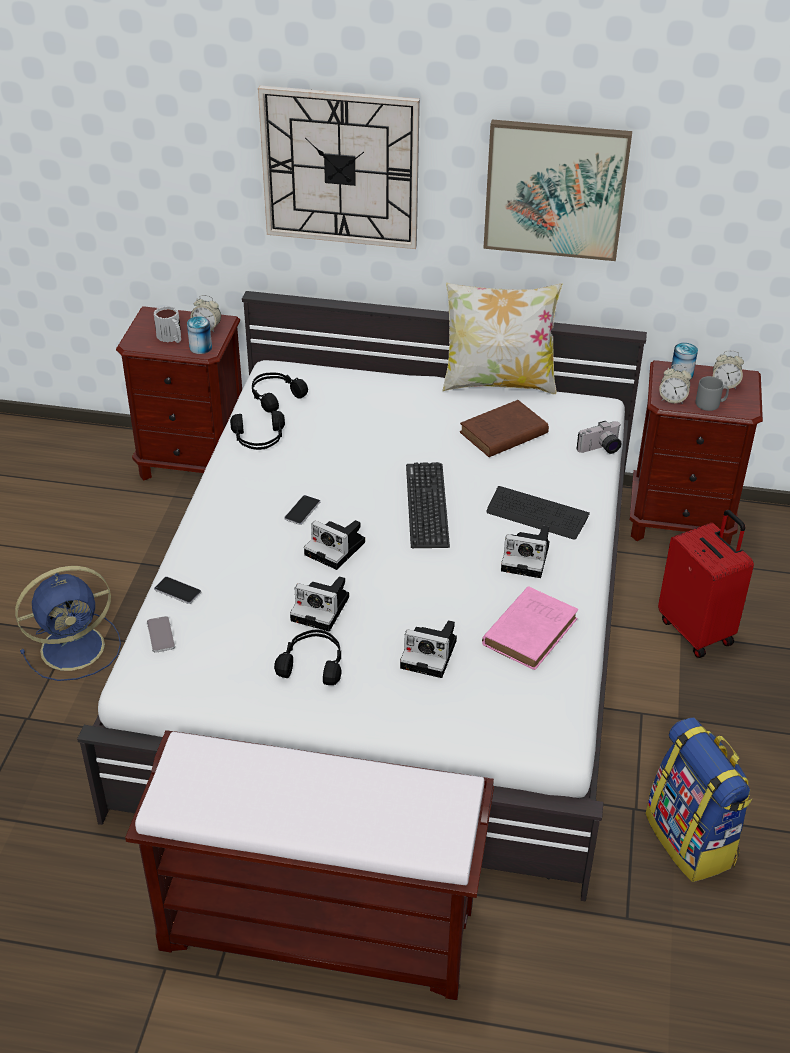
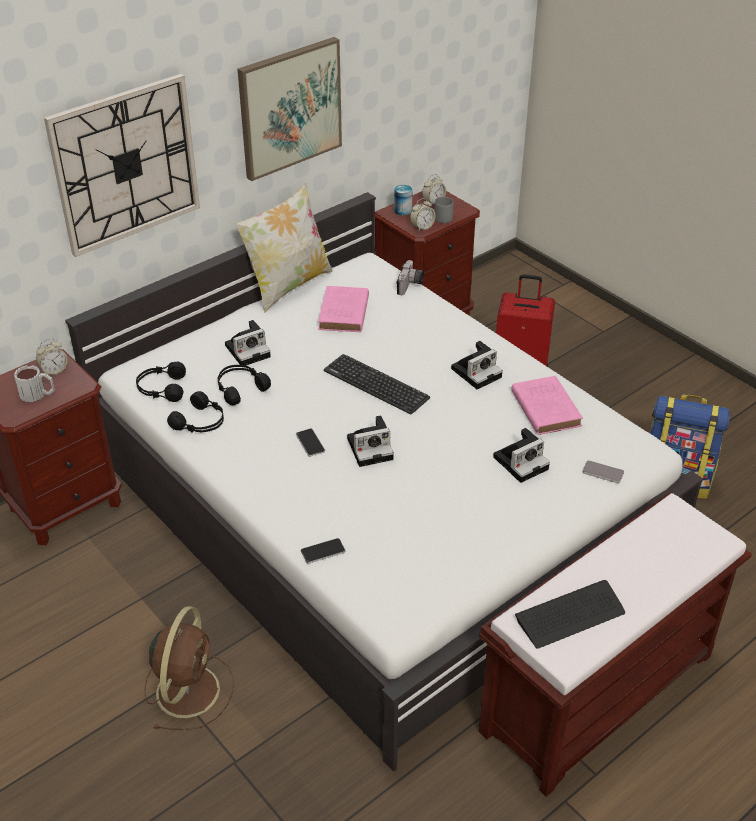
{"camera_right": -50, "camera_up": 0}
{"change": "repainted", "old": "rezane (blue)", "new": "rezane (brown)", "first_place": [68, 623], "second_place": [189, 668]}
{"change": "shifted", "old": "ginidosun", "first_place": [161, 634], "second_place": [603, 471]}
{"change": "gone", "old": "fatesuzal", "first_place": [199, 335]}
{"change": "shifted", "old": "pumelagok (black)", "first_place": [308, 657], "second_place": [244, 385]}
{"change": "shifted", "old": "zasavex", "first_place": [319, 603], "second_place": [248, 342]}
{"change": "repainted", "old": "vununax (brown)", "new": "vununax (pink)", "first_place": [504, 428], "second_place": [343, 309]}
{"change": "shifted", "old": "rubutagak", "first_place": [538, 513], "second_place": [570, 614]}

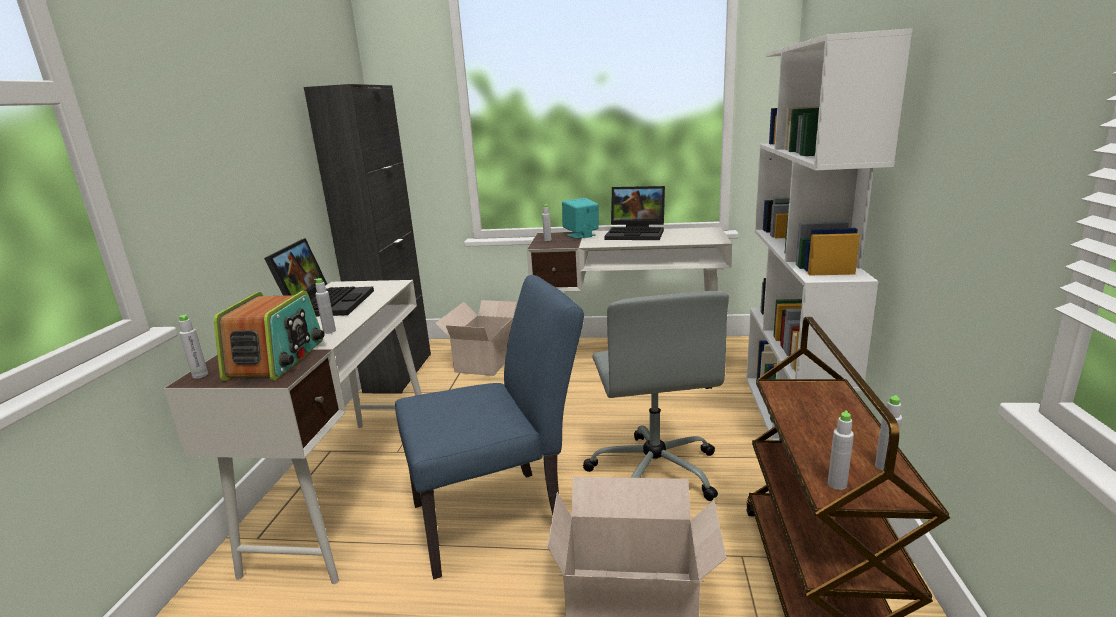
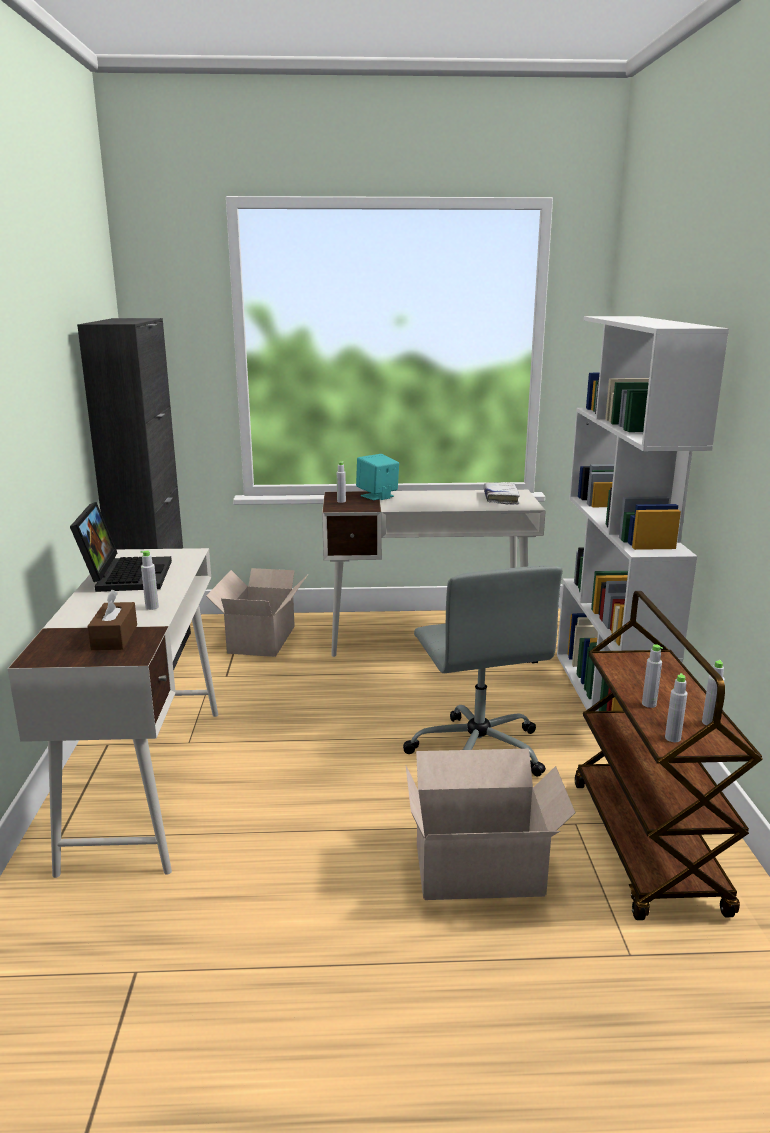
{"camera_right": -10, "camera_up": 0}
{"change": "shifted", "old": "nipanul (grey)", "first_place": [193, 347], "second_place": [652, 676]}
{"change": "swapped", "old": "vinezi", "new": "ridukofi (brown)", "first_place": [269, 336], "second_place": [112, 620]}
{"change": "gone", "old": "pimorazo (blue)", "first_place": [489, 427]}
{"change": "gone", "old": "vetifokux", "first_place": [634, 213]}
{"change": "new", "new": "vununax (white)", "second_place": [502, 493]}

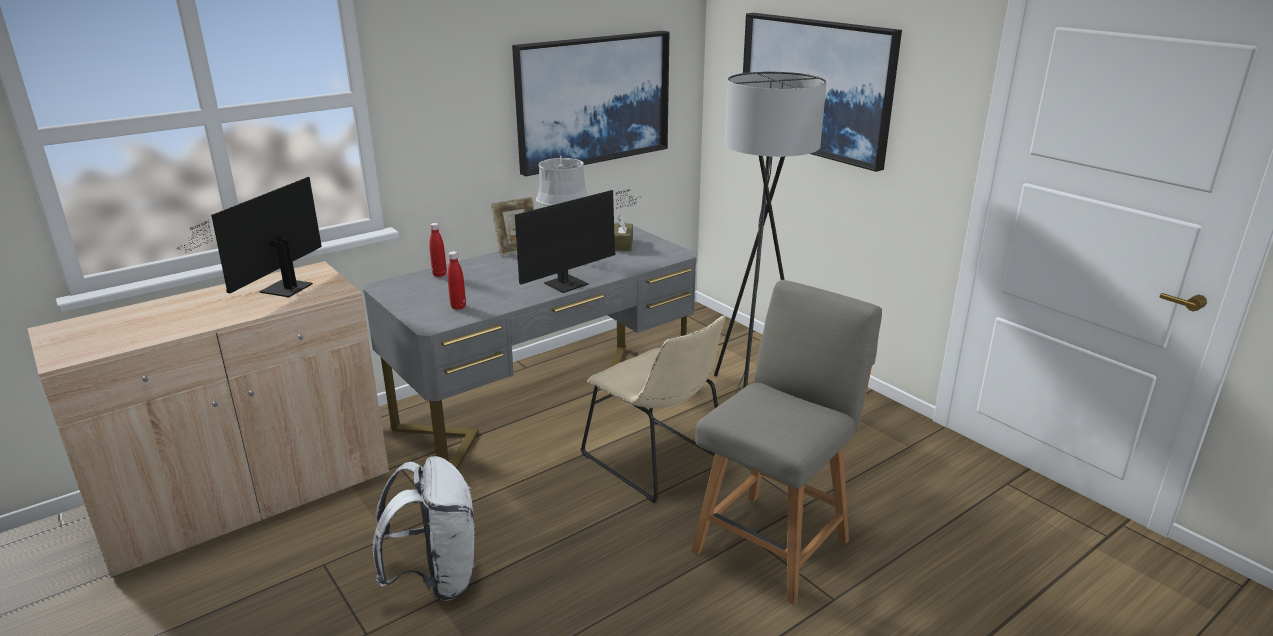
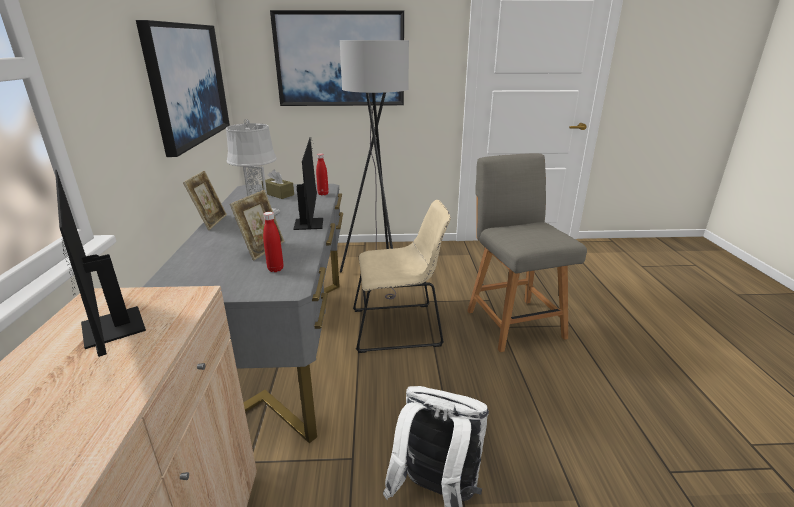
{"camera_right": -55, "camera_up": 0}
{"change": "shifted", "old": "nipanul (red)", "first_place": [438, 250], "second_place": [322, 174]}
{"change": "new", "new": "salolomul", "second_place": [257, 225]}

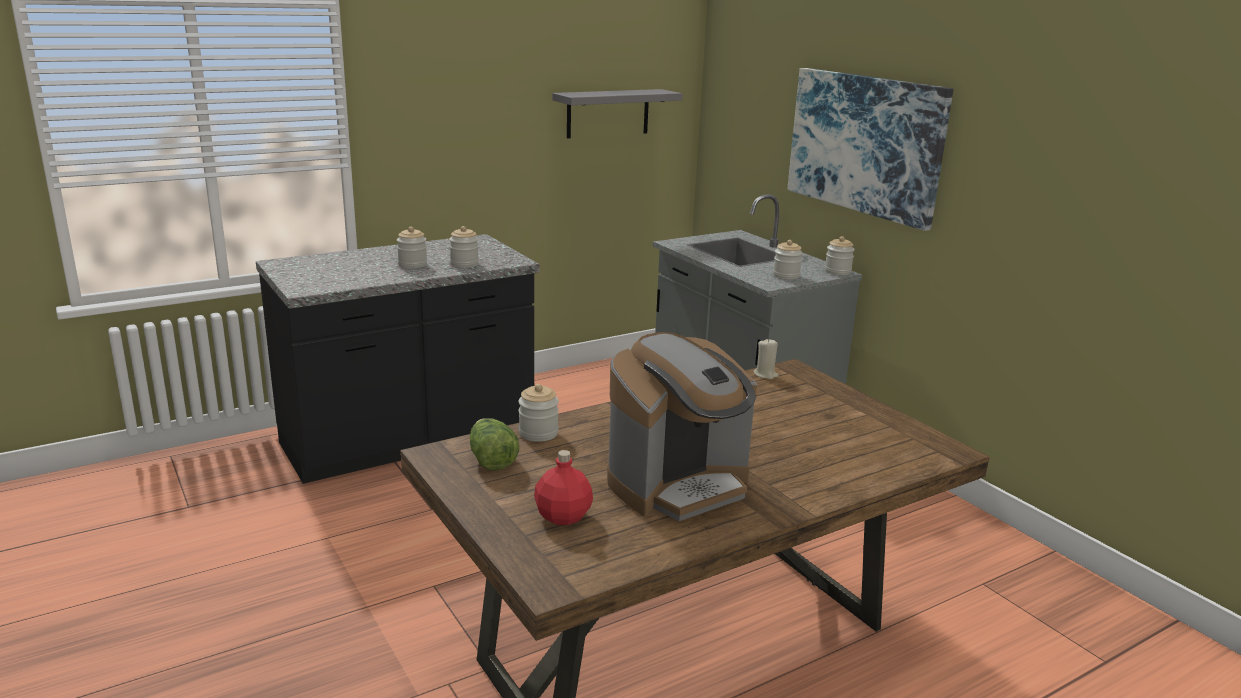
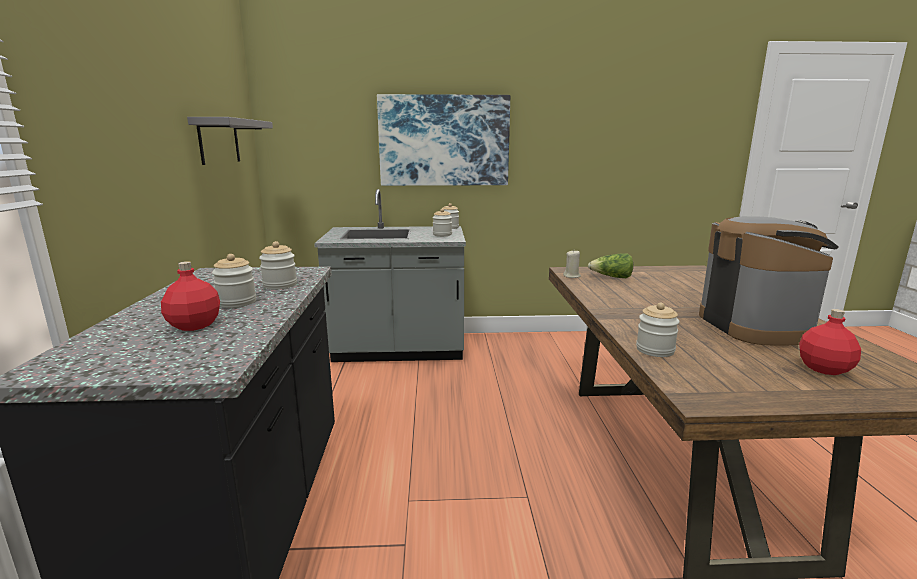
{"camera_right": -60, "camera_up": -5}
{"change": "shifted", "old": "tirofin", "first_place": [494, 444], "second_place": [610, 265]}
{"change": "new", "new": "nipanul (red)", "second_place": [190, 296]}

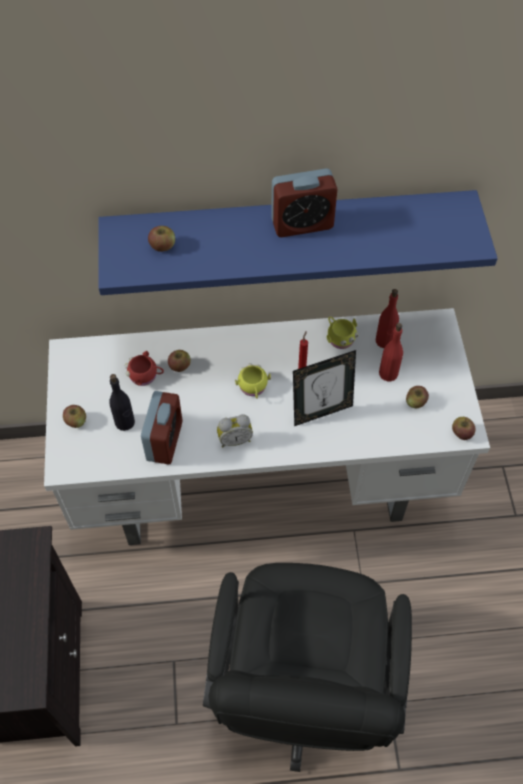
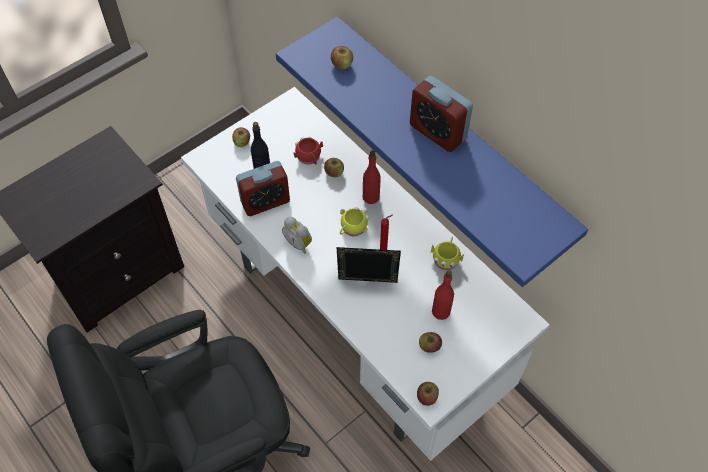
{"camera_right": 55, "camera_up": 0}
{"change": "rotated", "old": "salolomul", "first_place": [324, 388], "second_place": [368, 265], "degrees": 150}
{"change": "shifted", "old": "nipanul (red)", "first_place": [387, 318], "second_place": [372, 177]}

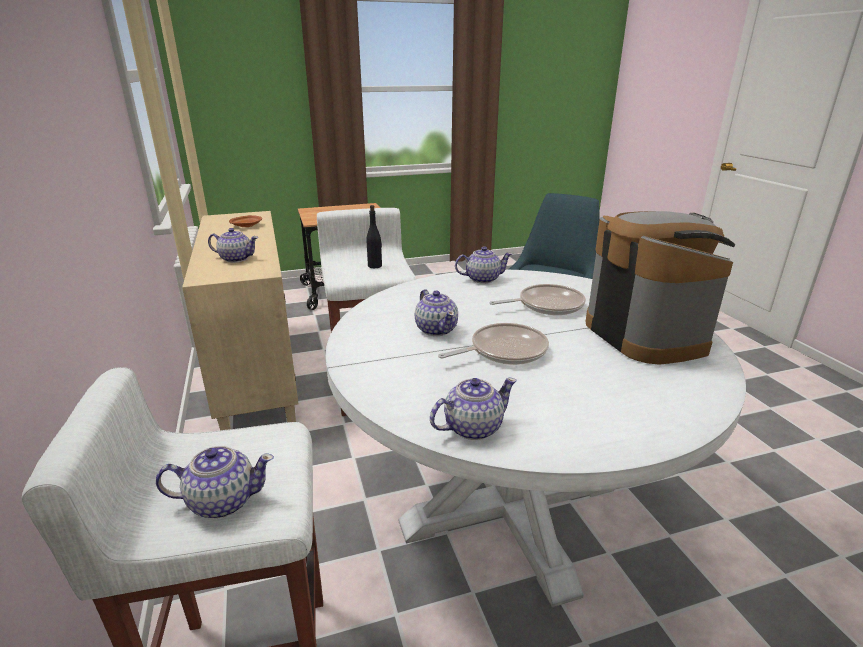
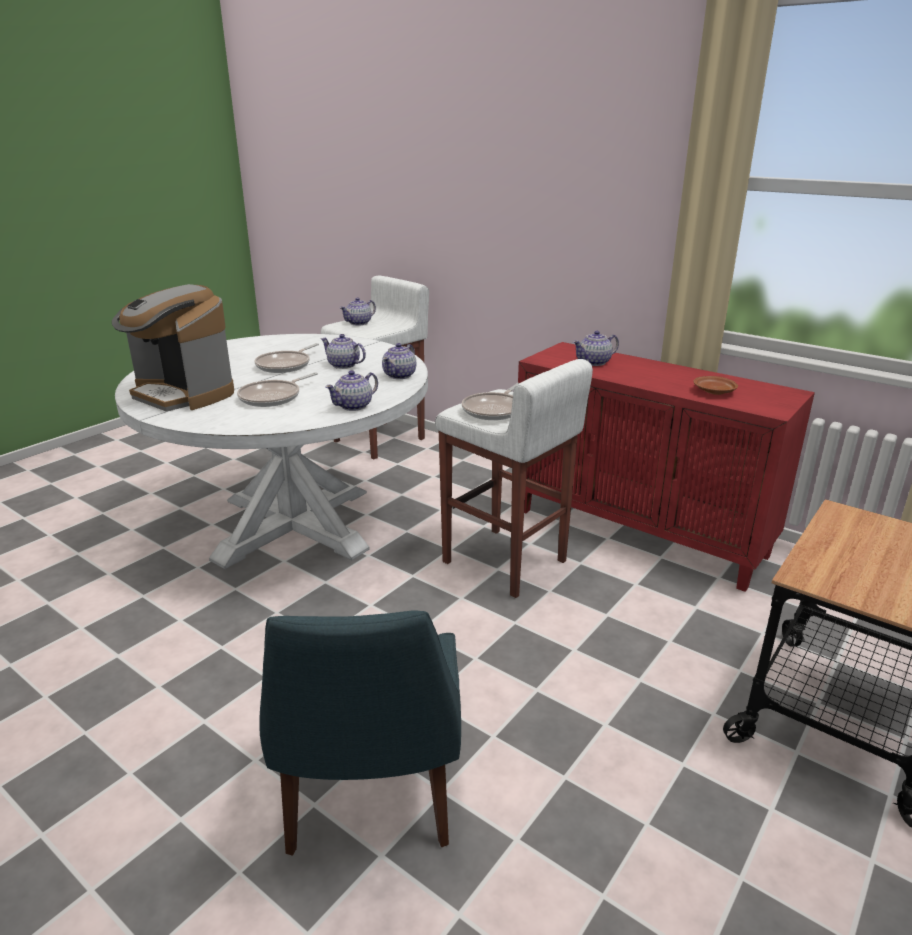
{"camera_right": 145, "camera_up": 0}
{"change": "repainted", "old": "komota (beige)", "new": "komota (red)", "first_place": [240, 320], "second_place": [666, 467]}
{"change": "swapped", "old": "nipanul (black)", "new": "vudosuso", "first_place": [374, 236], "second_place": [490, 401]}
{"change": "shifted", "old": "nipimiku", "first_place": [473, 409], "second_place": [399, 361]}

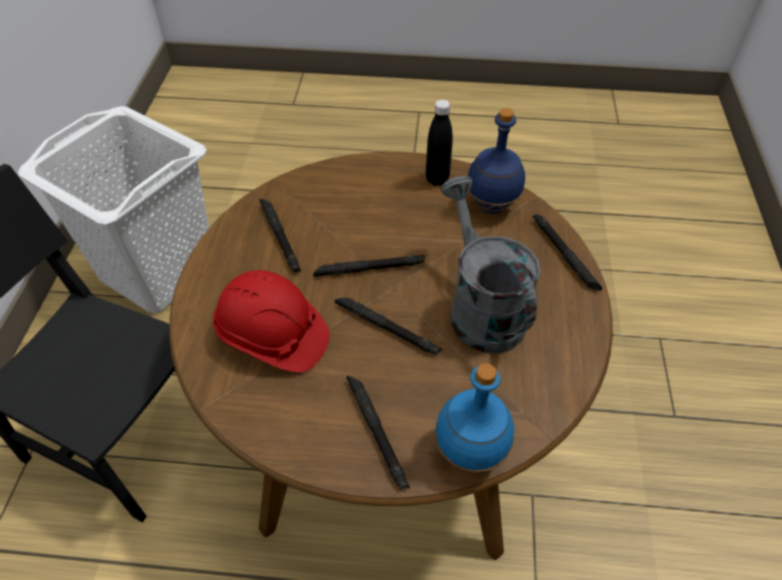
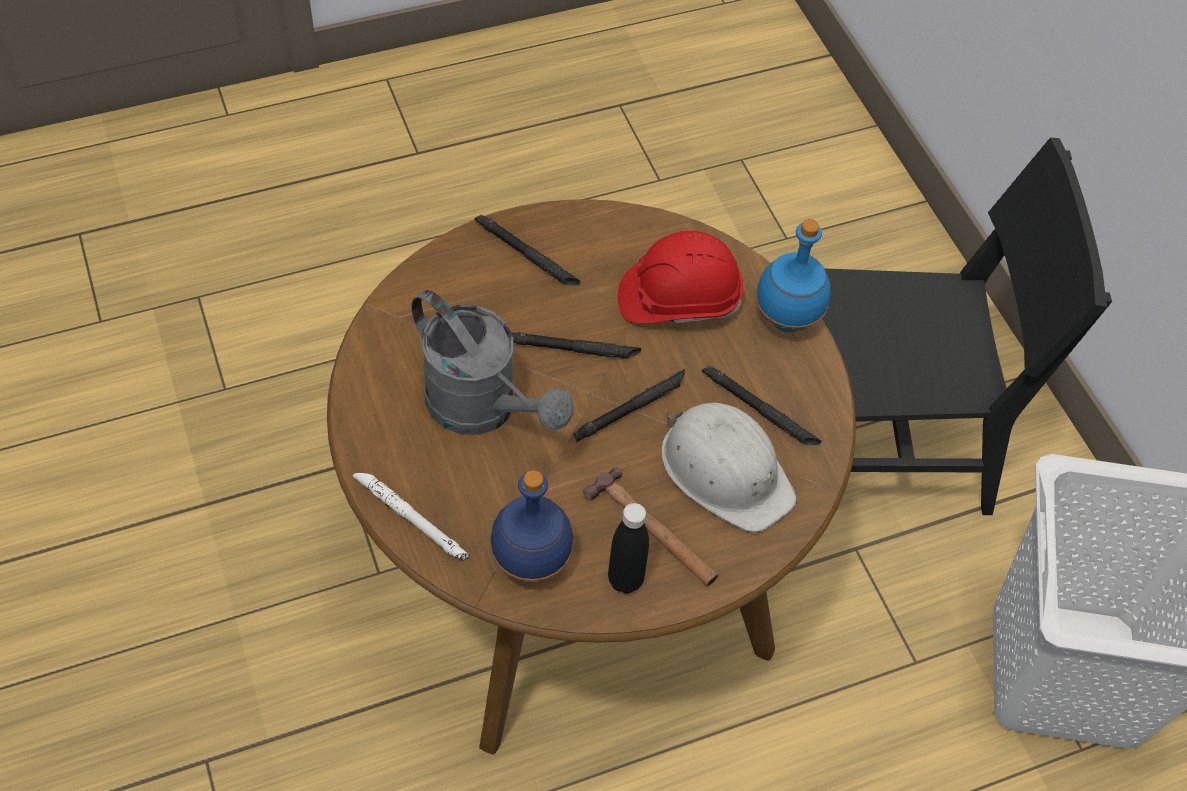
{"camera_right": 150, "camera_up": 5}
{"change": "shifted", "old": "nipanul (blue)", "first_place": [474, 418], "second_place": [793, 275]}
{"change": "repainted", "old": "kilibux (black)", "new": "kilibux (white)", "first_place": [567, 252], "second_place": [411, 517]}
{"change": "new", "new": "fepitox", "second_place": [650, 526]}
{"change": "new", "new": "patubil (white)", "second_place": [729, 468]}

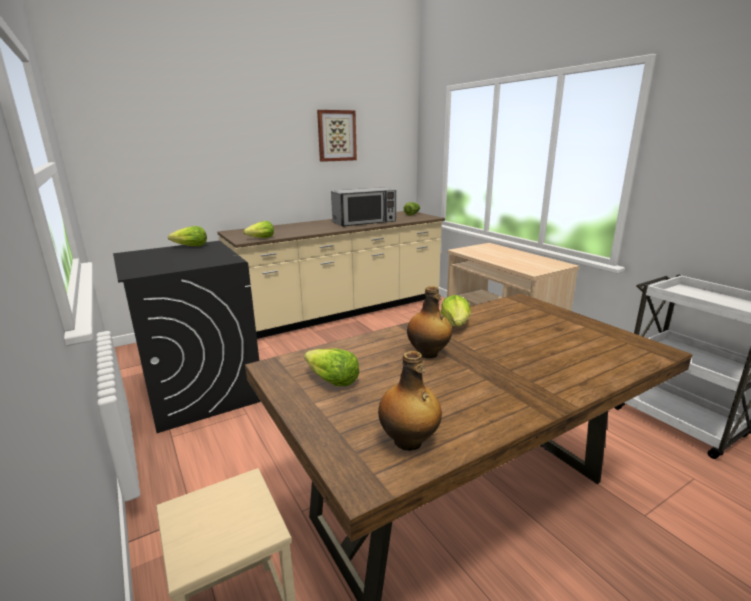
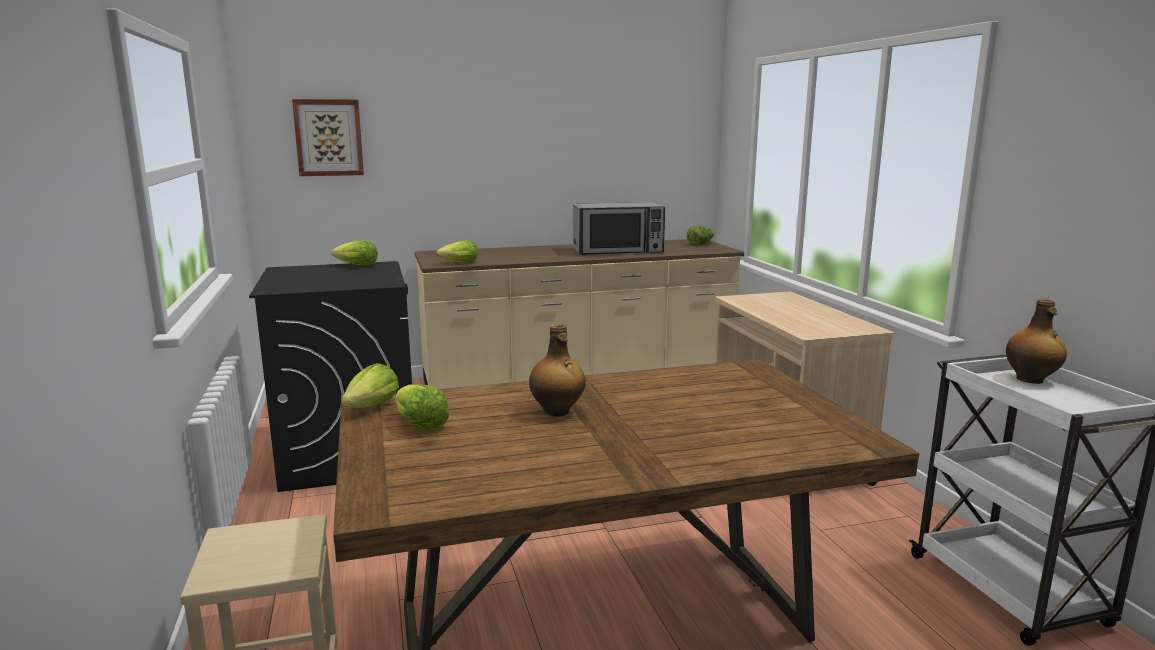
{"camera_right": 15, "camera_up": -5}
{"change": "shifted", "old": "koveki", "first_place": [337, 136], "second_place": [328, 137]}
{"change": "shifted", "old": "nipanul", "first_place": [410, 401], "second_place": [1036, 341]}
{"change": "shifted", "old": "tirofin", "first_place": [456, 310], "second_place": [370, 385]}

